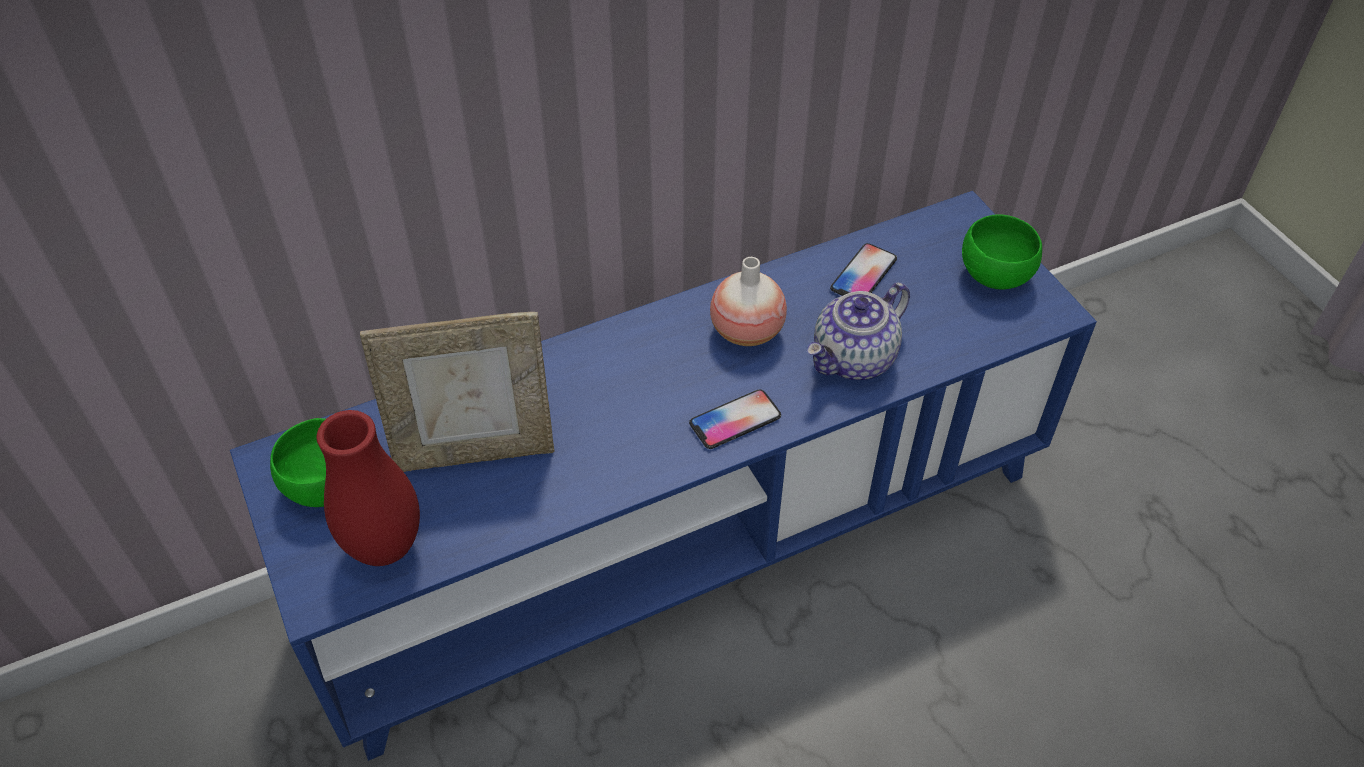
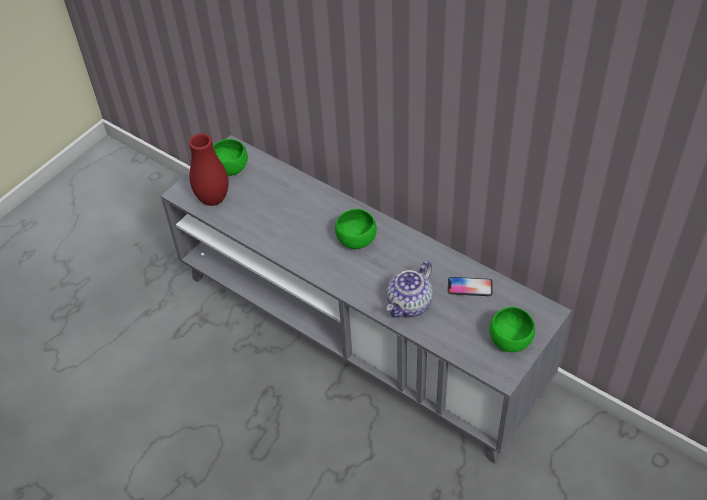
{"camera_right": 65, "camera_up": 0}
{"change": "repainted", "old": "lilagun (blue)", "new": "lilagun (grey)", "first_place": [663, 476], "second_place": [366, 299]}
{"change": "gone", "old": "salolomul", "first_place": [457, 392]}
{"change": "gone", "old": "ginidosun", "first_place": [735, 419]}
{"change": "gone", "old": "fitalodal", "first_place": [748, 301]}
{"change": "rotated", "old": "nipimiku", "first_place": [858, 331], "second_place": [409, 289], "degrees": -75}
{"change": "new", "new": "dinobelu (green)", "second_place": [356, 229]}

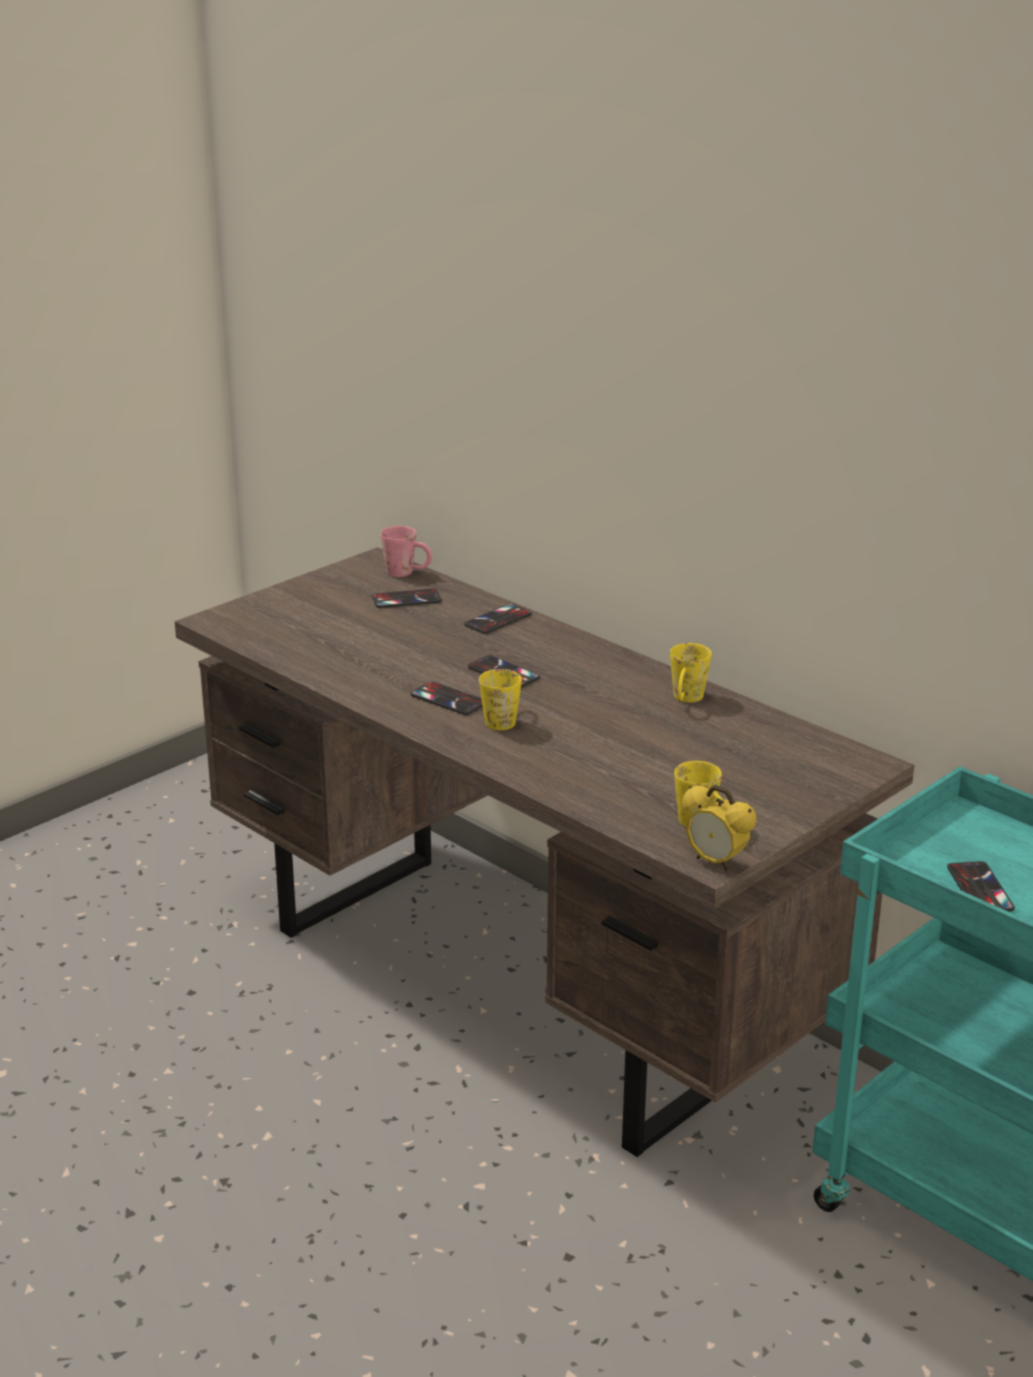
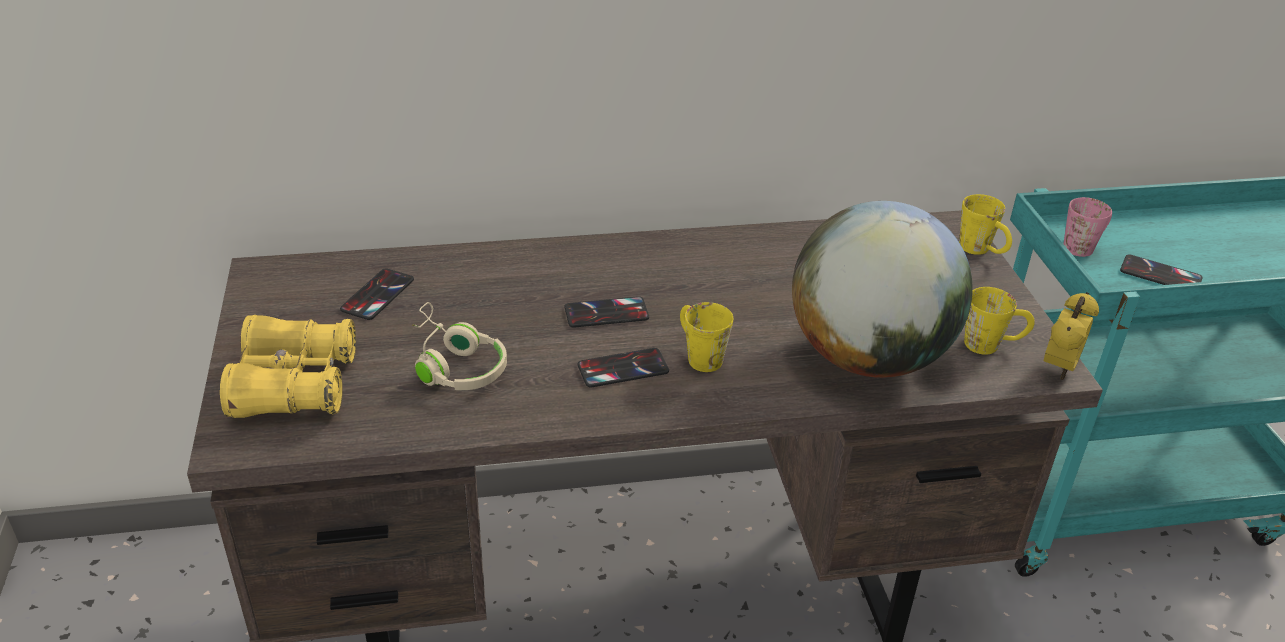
{"camera_right": -55, "camera_up": 10}
{"change": "shifted", "old": "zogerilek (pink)", "first_place": [406, 551], "second_place": [1087, 227]}
{"change": "gone", "old": "ginidosun", "first_place": [498, 619]}
{"change": "shifted", "old": "zogerilek (yellow)", "first_place": [691, 673], "second_place": [985, 224]}
{"change": "rotated", "old": "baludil", "first_place": [719, 828], "second_place": [1071, 336], "degrees": -45}
{"change": "new", "new": "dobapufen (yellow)", "second_place": [288, 366]}
{"change": "new", "new": "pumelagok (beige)", "second_place": [459, 346]}
{"change": "new", "new": "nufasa", "second_place": [882, 289]}

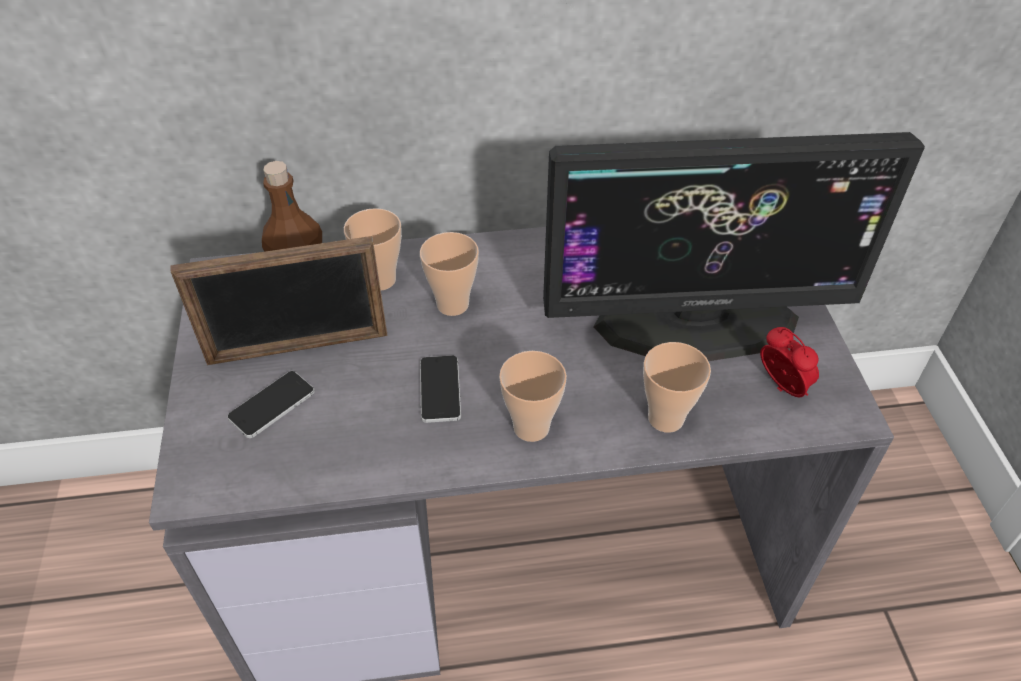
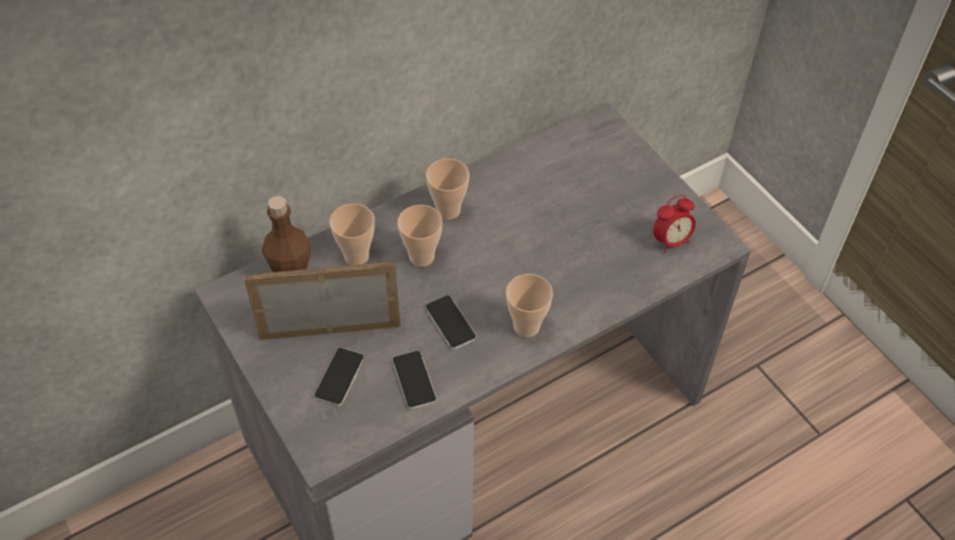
{"camera_right": -25, "camera_up": 5}
{"change": "rotated", "old": "salolomul", "first_place": [279, 300], "second_place": [322, 301], "degrees": -150}
{"change": "gone", "old": "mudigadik", "first_place": [734, 246]}
{"change": "shifted", "old": "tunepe", "first_place": [677, 387], "second_place": [447, 189]}
{"change": "rotated", "old": "baludil", "first_place": [789, 362], "second_place": [674, 224], "degrees": 120}
{"change": "new", "new": "ginidosun", "second_place": [414, 380]}

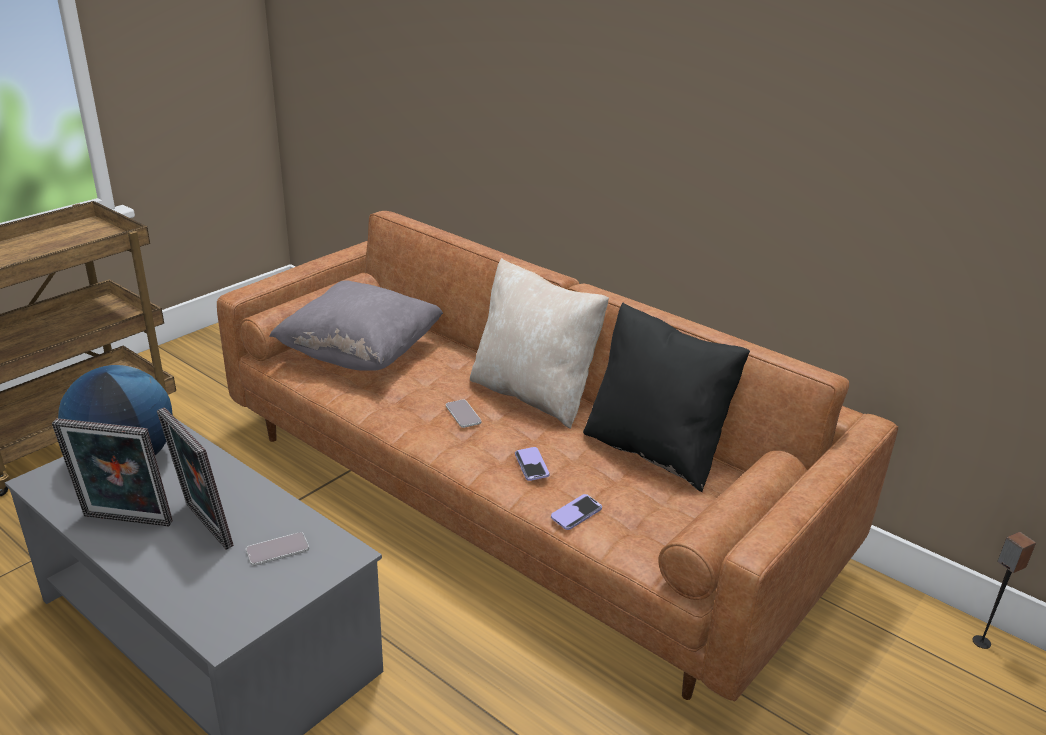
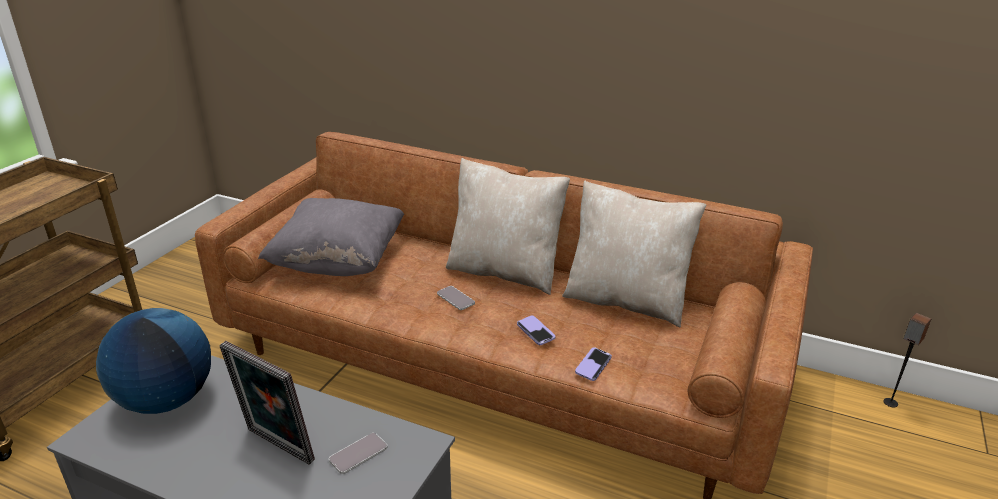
{"camera_right": -15, "camera_up": 0}
{"change": "gone", "old": "salolomul", "first_place": [112, 472]}
{"change": "repainted", "old": "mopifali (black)", "new": "mopifali (beige)", "first_place": [666, 397], "second_place": [634, 254]}

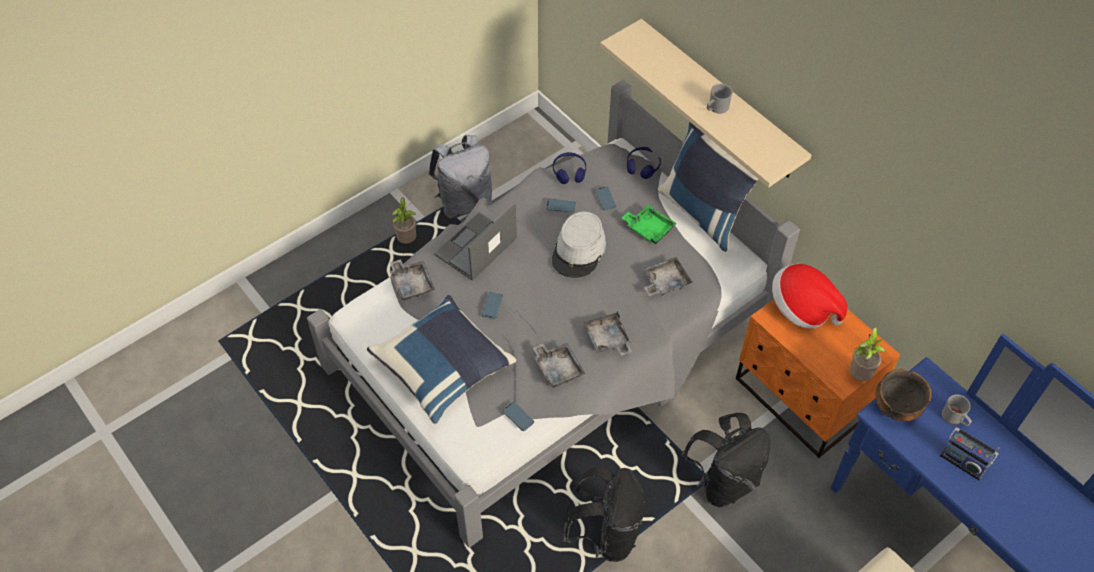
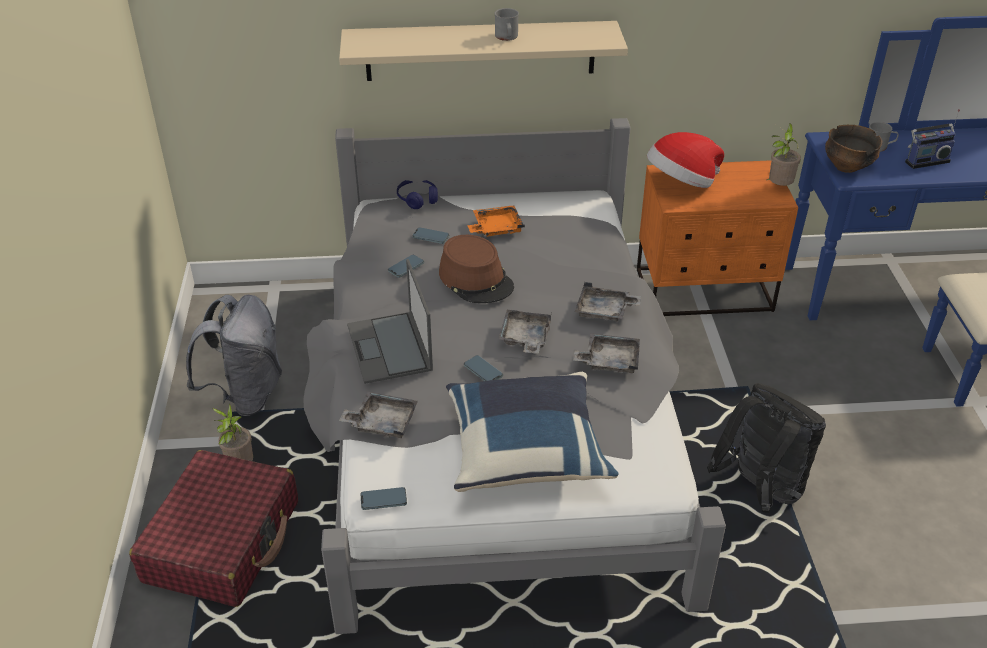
{"camera_right": -55, "camera_up": -15}
{"change": "shifted", "old": "ginidosun", "first_place": [518, 416], "second_place": [383, 498]}
{"change": "repainted", "old": "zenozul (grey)", "new": "zenozul (brown)", "first_place": [579, 245], "second_place": [476, 269]}
{"change": "gone", "old": "pumelagok (blue)", "first_place": [569, 168]}
{"change": "repainted", "old": "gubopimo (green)", "new": "gubopimo (orange)", "first_place": [649, 225], "second_place": [496, 221]}
{"change": "shifted", "old": "gubopimo (grey)", "first_place": [668, 276], "second_place": [525, 332]}
{"change": "gone", "old": "mopifali (blue)", "first_place": [708, 187]}
{"change": "gone", "old": "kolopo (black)", "first_place": [725, 460]}
{"change": "new", "new": "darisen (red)", "second_place": [213, 528]}

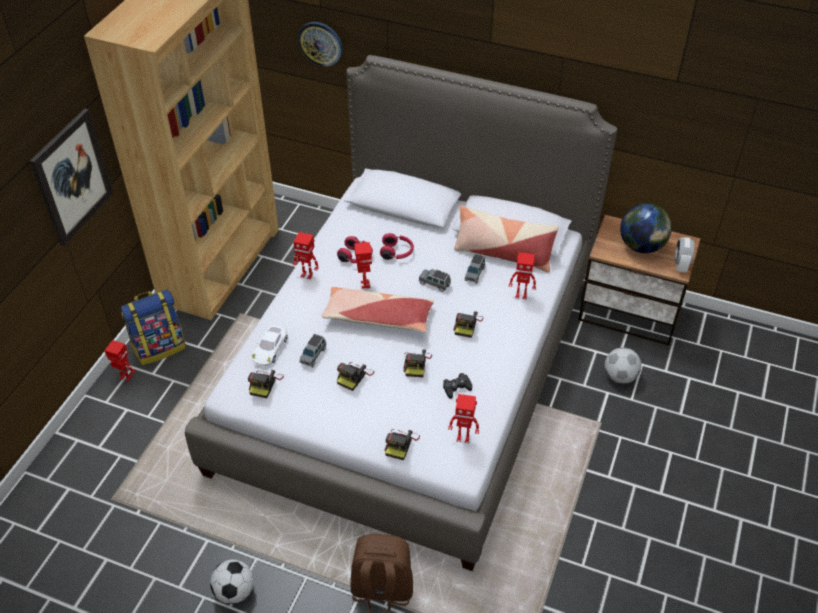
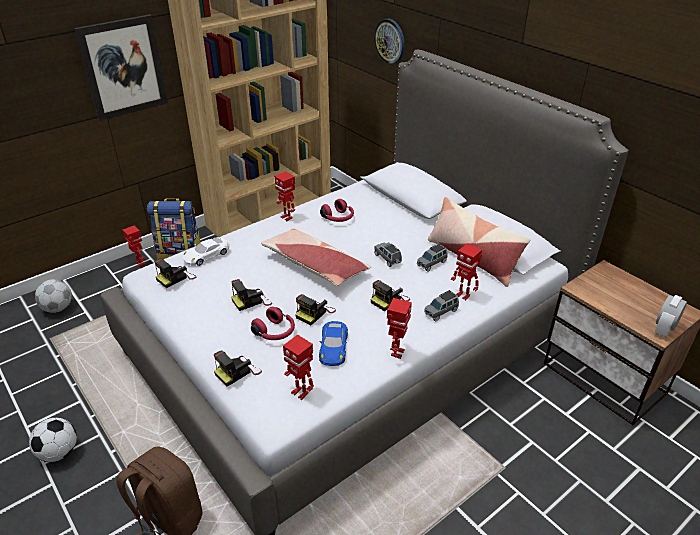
{"camera_right": 30, "camera_up": -10}
{"change": "shifted", "old": "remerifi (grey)", "first_place": [312, 350], "second_place": [441, 306]}
{"change": "shifted", "old": "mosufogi", "first_place": [363, 265], "second_place": [399, 328]}
{"change": "shifted", "old": "pumelagok (red)", "first_place": [397, 246], "second_place": [273, 323]}
{"change": "swapped", "old": "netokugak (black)", "new": "remerifi (blue)", "first_place": [457, 386], "second_place": [333, 343]}
{"change": "shifted", "old": "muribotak", "first_place": [623, 365], "second_place": [53, 296]}
{"change": "gone", "old": "nufasa", "first_place": [646, 228]}

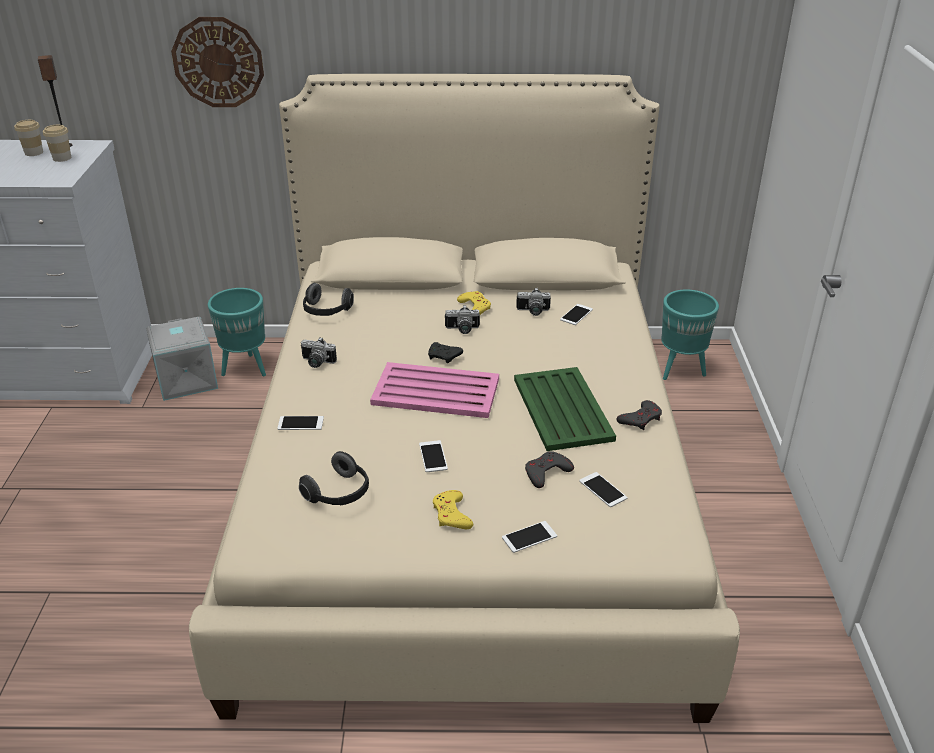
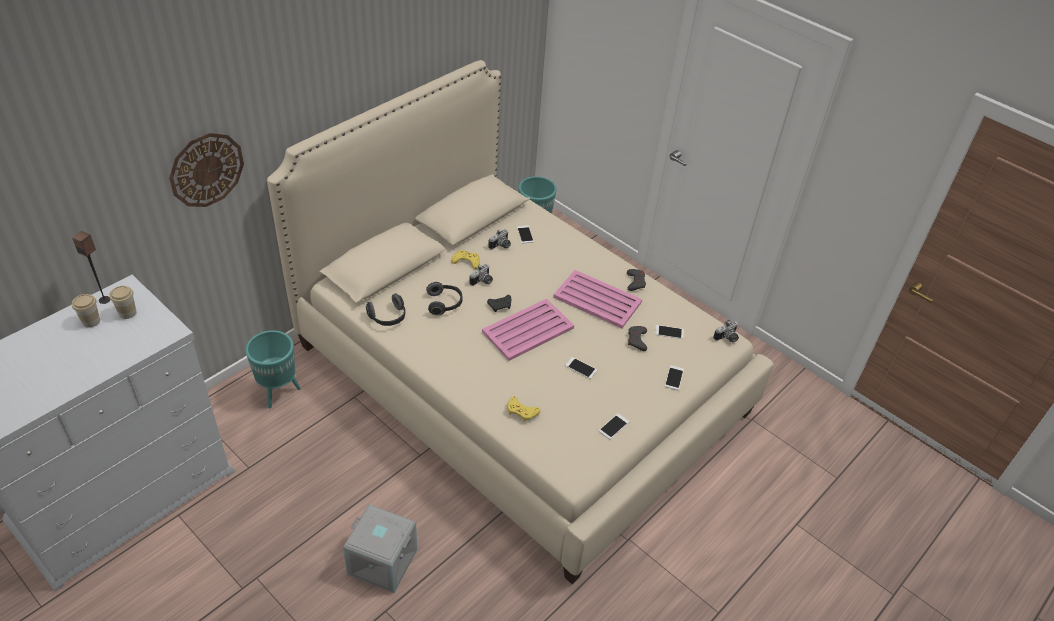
{"camera_right": -50, "camera_up": 10}
{"change": "shifted", "old": "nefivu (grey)", "first_place": [182, 359], "second_place": [380, 548]}
{"change": "shifted", "old": "ginidosun", "first_place": [300, 423], "second_place": [614, 426]}
{"change": "shifted", "old": "pumelagok", "first_place": [334, 478], "second_place": [444, 298]}
{"change": "shifted", "old": "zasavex", "first_place": [319, 353], "second_place": [726, 332]}
{"change": "shifted", "old": "netokugak (yellow)", "first_place": [453, 509], "second_place": [524, 409]}
{"change": "repainted", "old": "gubopimo (green)", "new": "gubopimo (pink)", "first_place": [565, 409], "second_place": [597, 299]}

